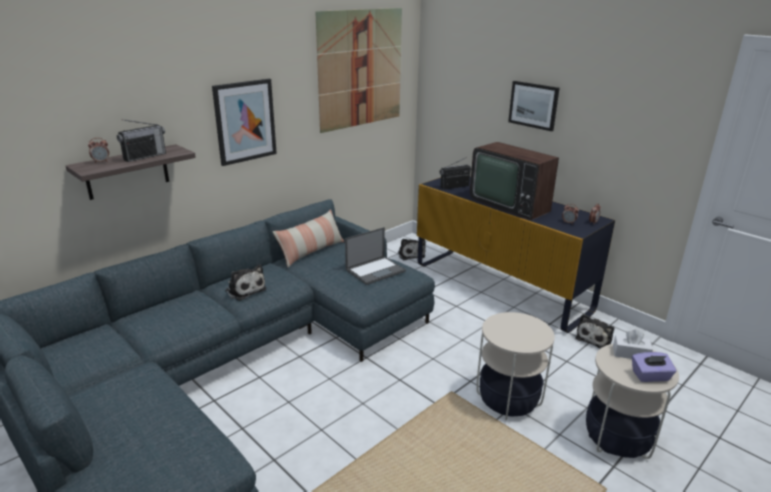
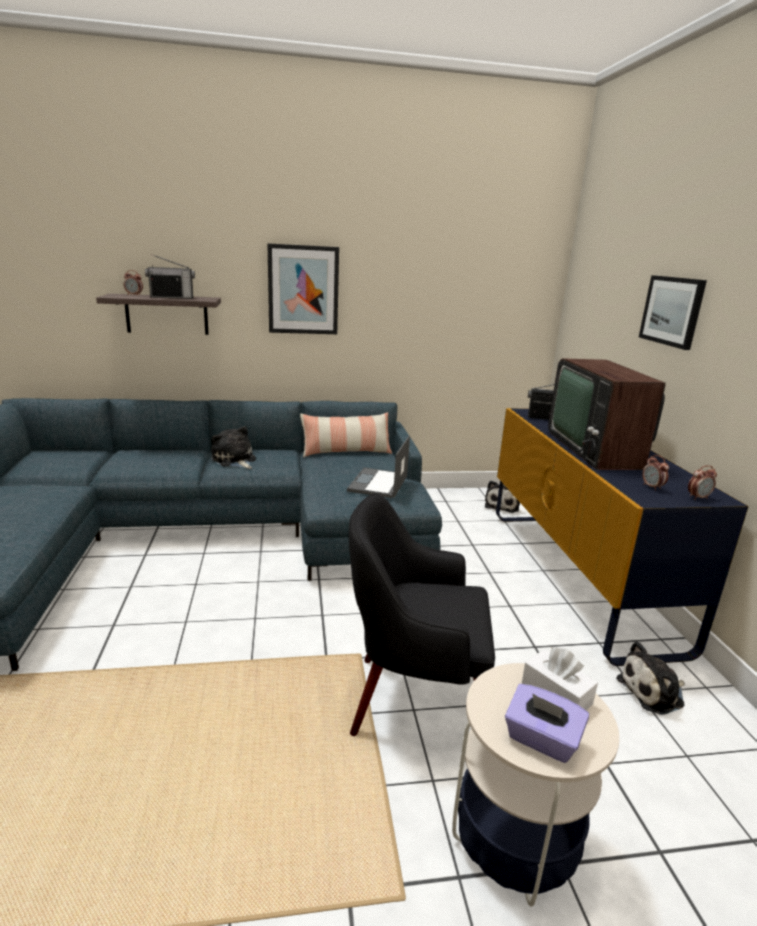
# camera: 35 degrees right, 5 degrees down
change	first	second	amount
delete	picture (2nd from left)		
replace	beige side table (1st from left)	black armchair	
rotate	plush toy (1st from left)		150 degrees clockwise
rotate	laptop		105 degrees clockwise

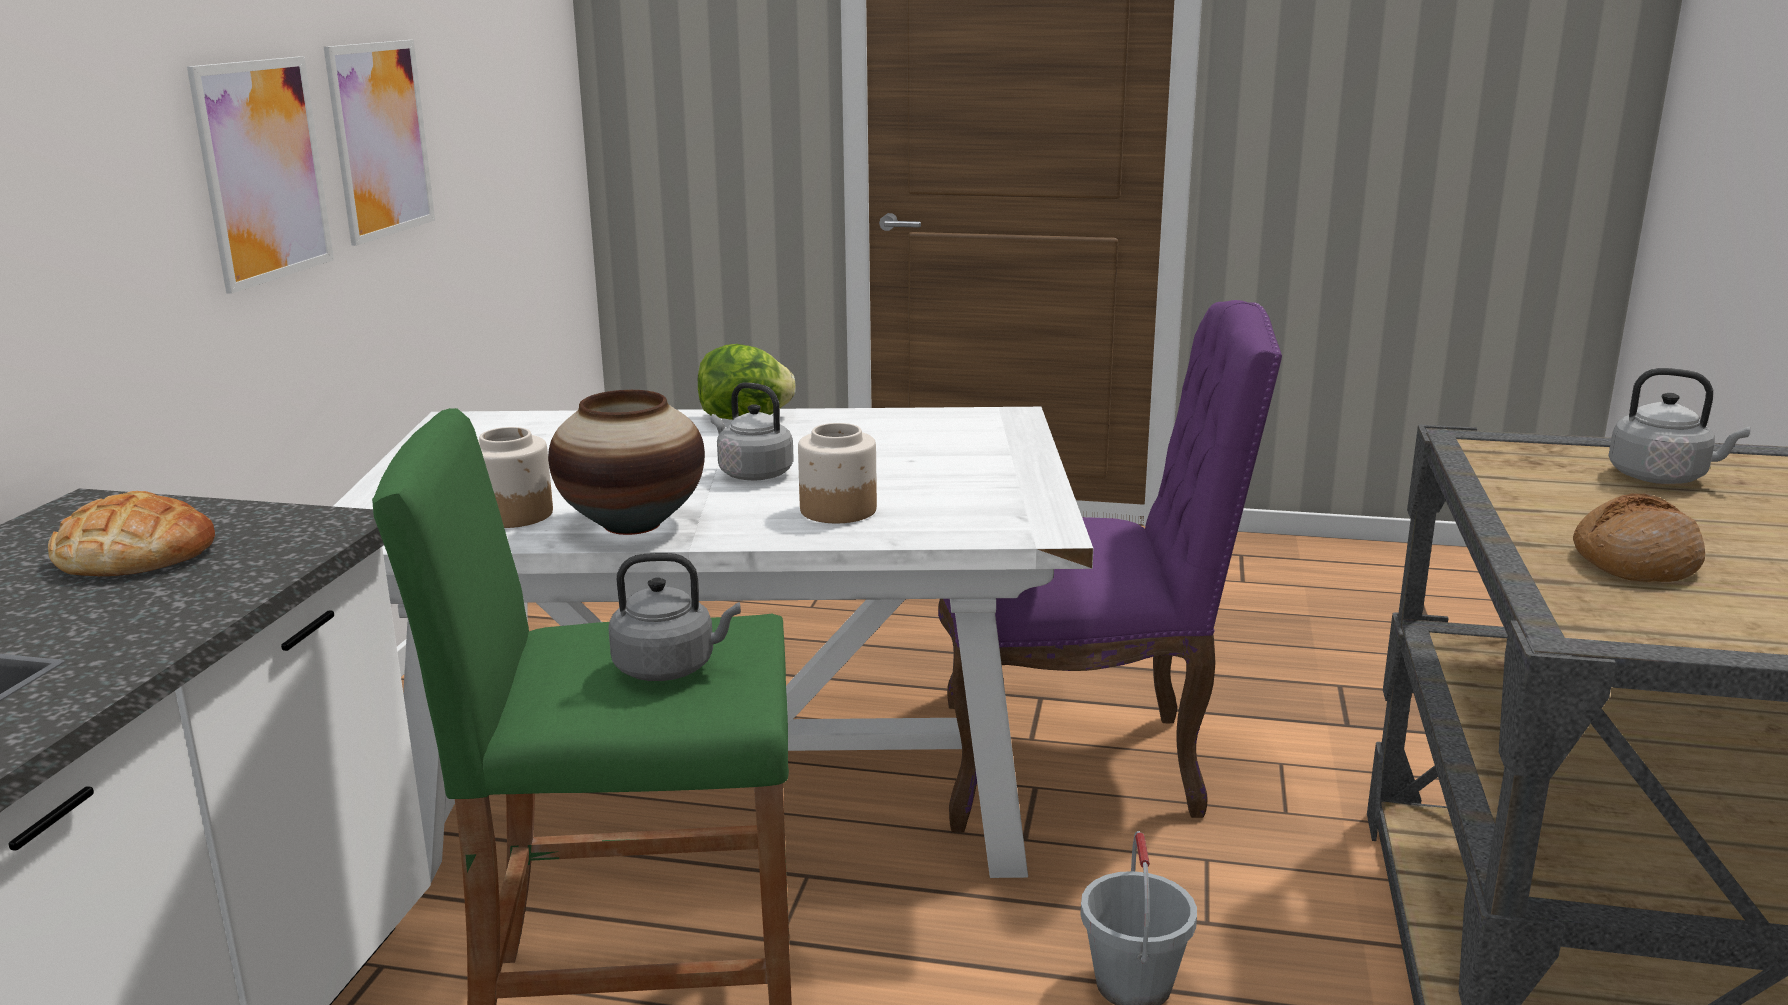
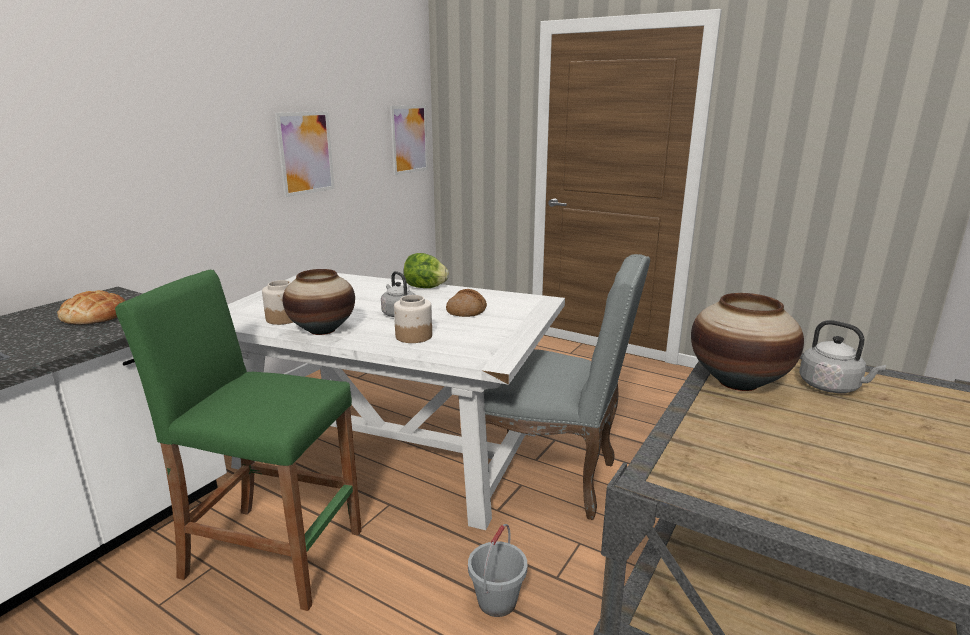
# camera: 20 degrees right, 0 degrees up
change	first	second	amount
delete	grey kettle (1st from left)		
insert		vase (2nd from left)	
move	picture (1st from left in the first image)	picture (2nd from left)	
move	bread (2nd from left)		
recolor	purple chair	grey chair	

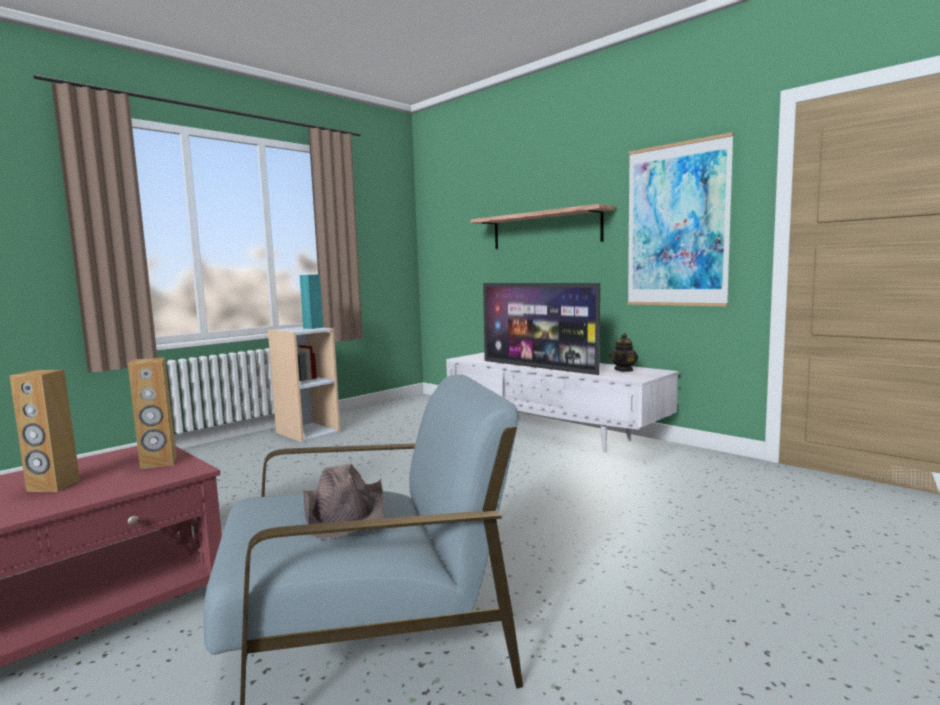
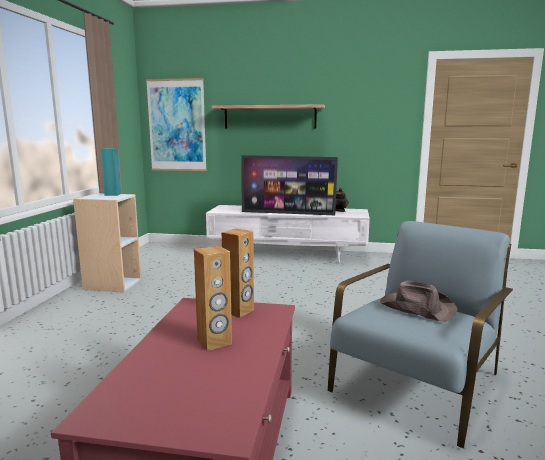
# camera: 35 degrees left, 5 degrees up
change	first	second	amount
move	picture		

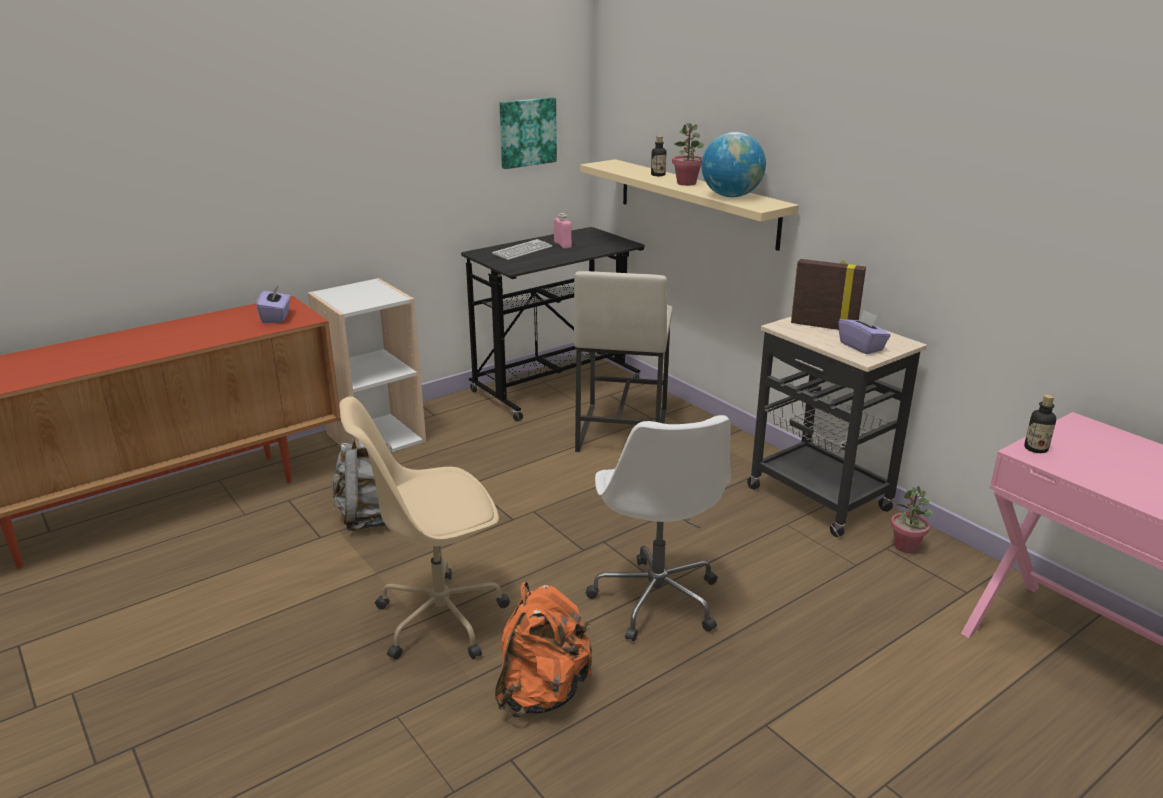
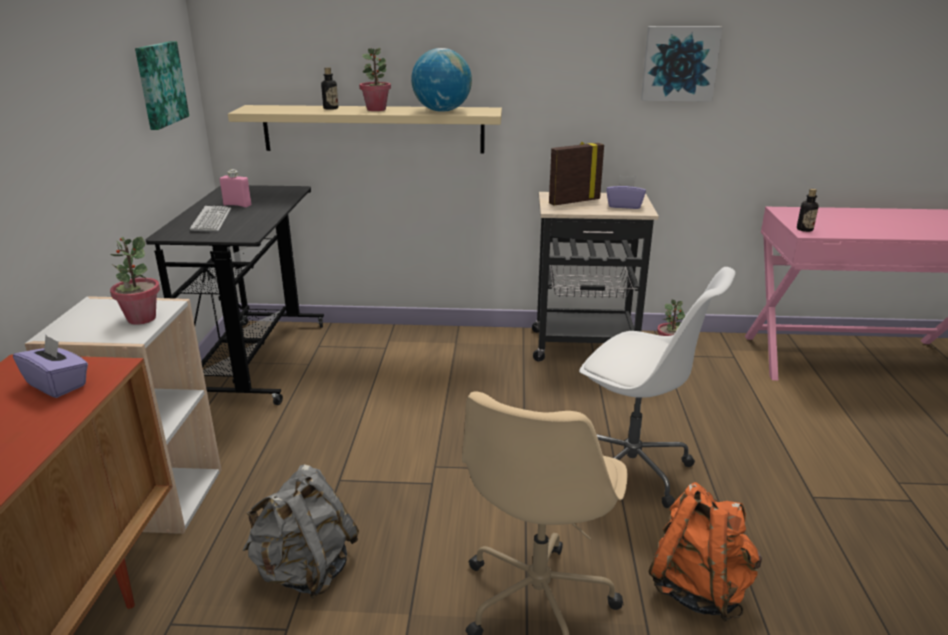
# camera: 50 degrees left, 0 degrees up
change	first	second	amount
delete	beige stool		
insert		potted plant (1st from left)	
insert		picture (2nd from left)	

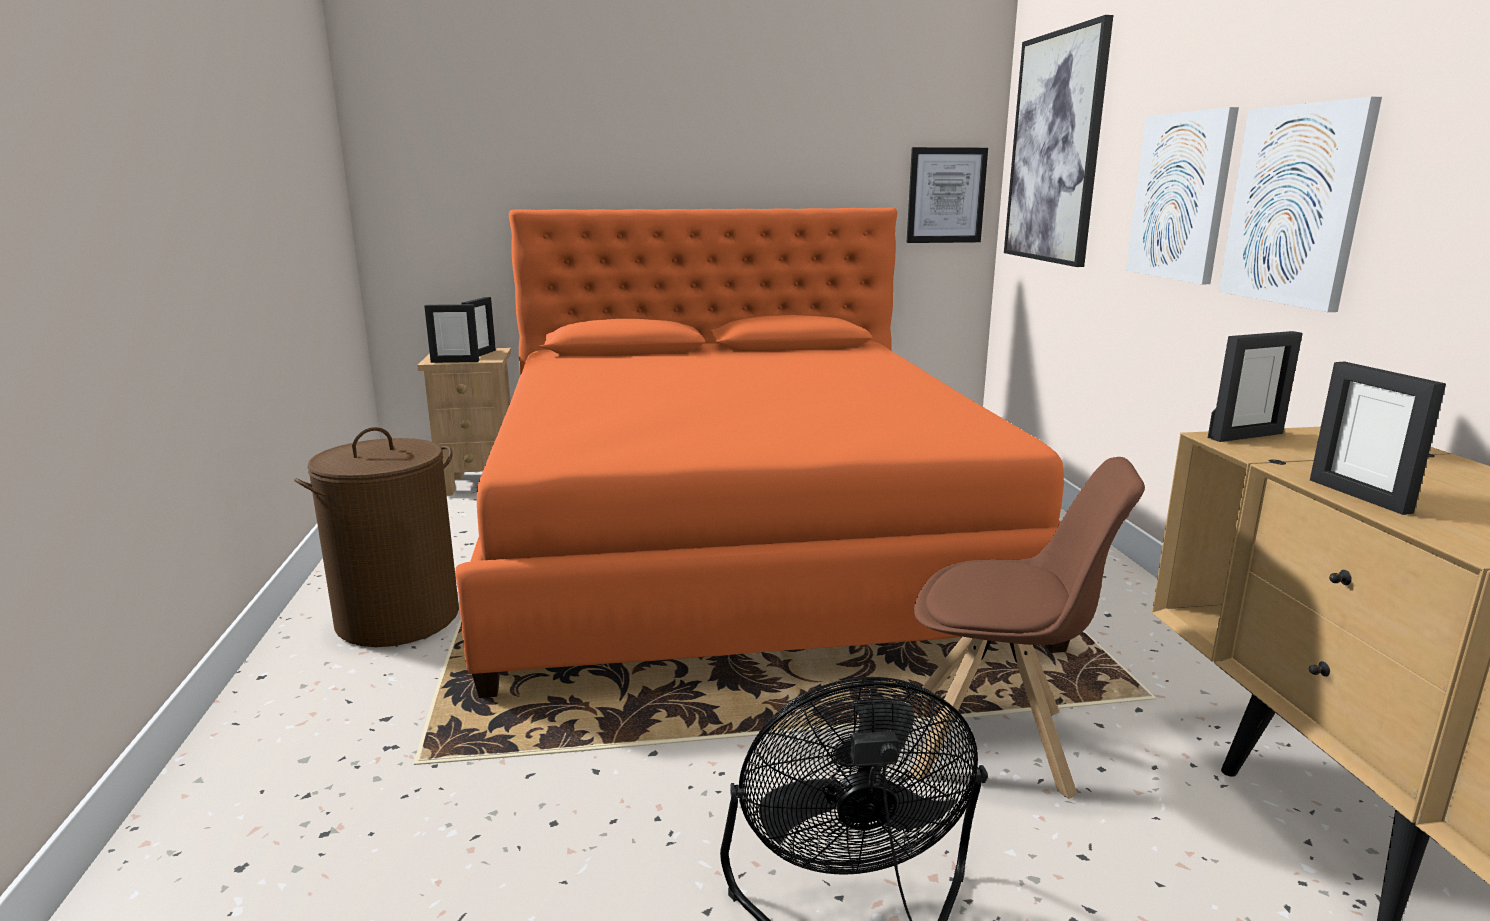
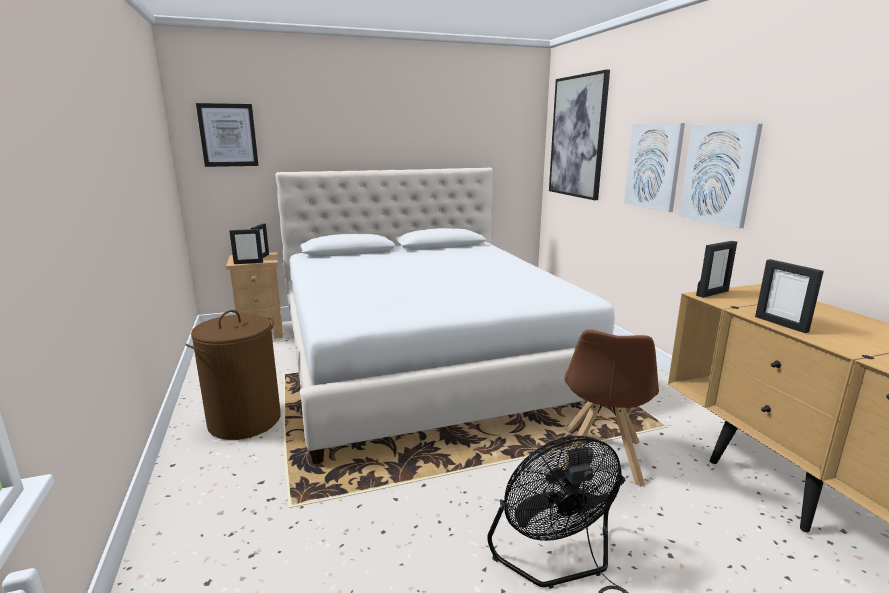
# camera: 10 degrees left, 0 degrees up
change	first	second	amount
move	picture (1st from left)		
recolor	orange bed	white bed	
rotate	brown chair		105 degrees clockwise

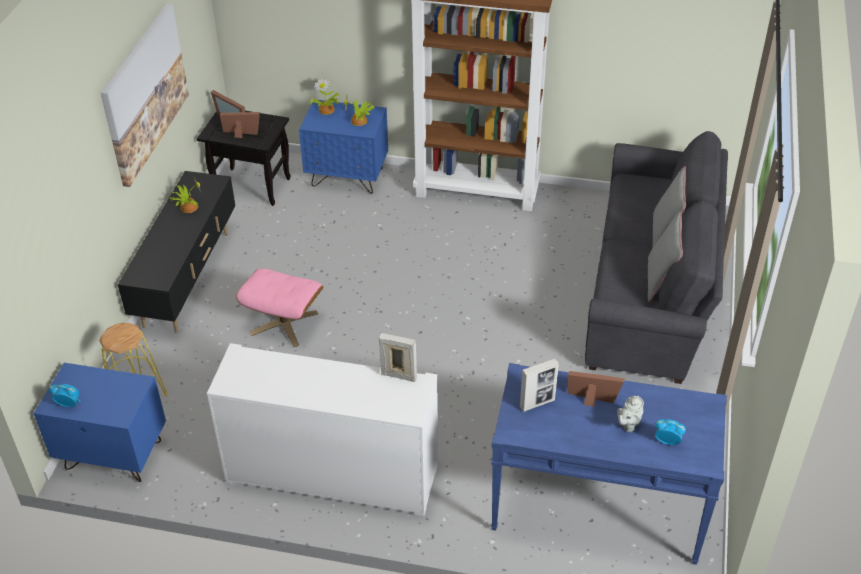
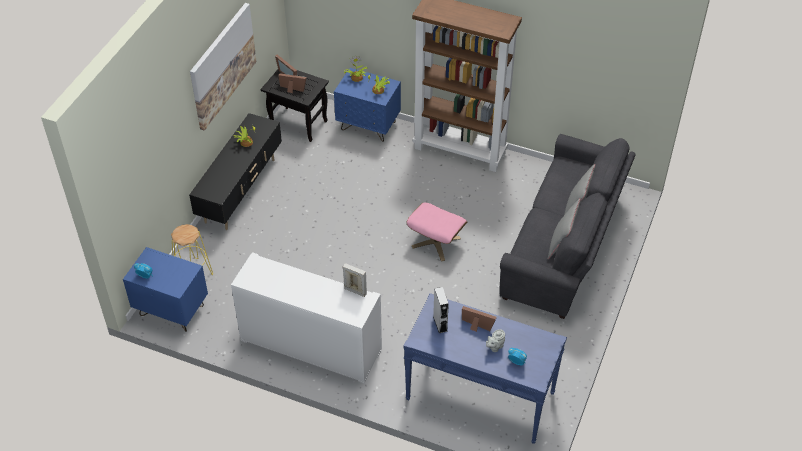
# camera: 10 degrees right, 5 degrees up
change	first	second	amount
move	pink ottoman		
replace	picture frame (4th from left)	grey speaker	

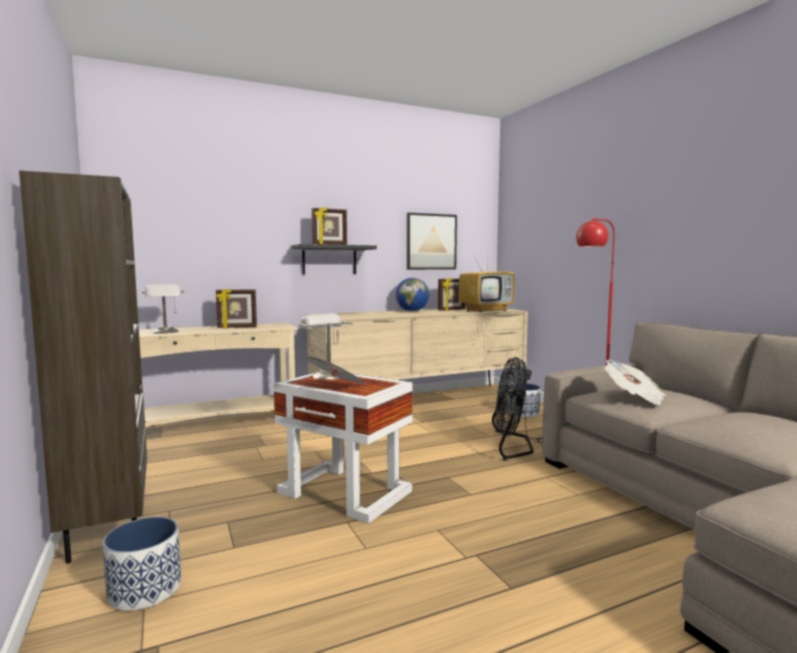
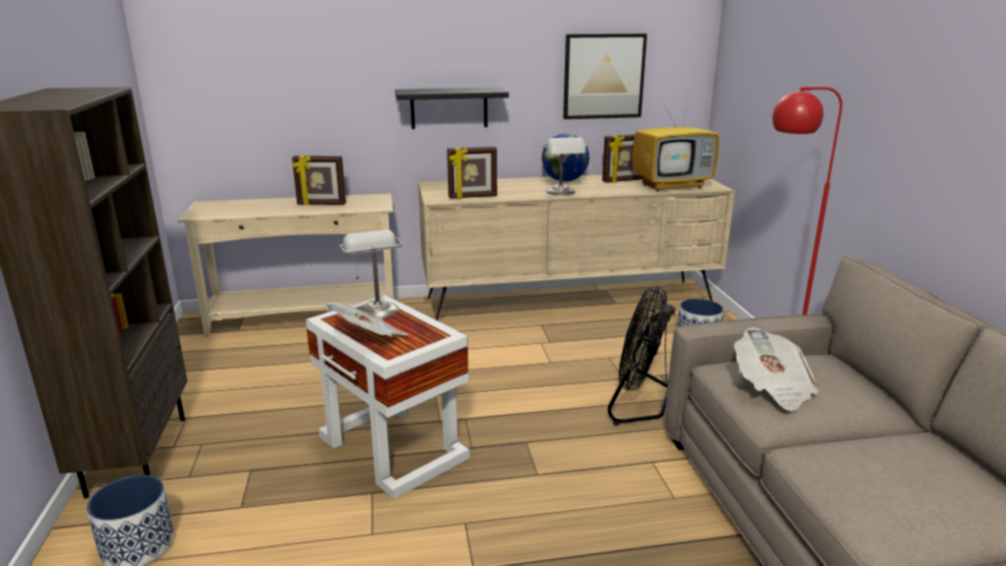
# camera: 15 degrees right, 15 degrees up
change	first	second	amount
move	white table lamp (1st from left in the first image)	white table lamp (2nd from left)	
move	picture frame (2nd from left)		

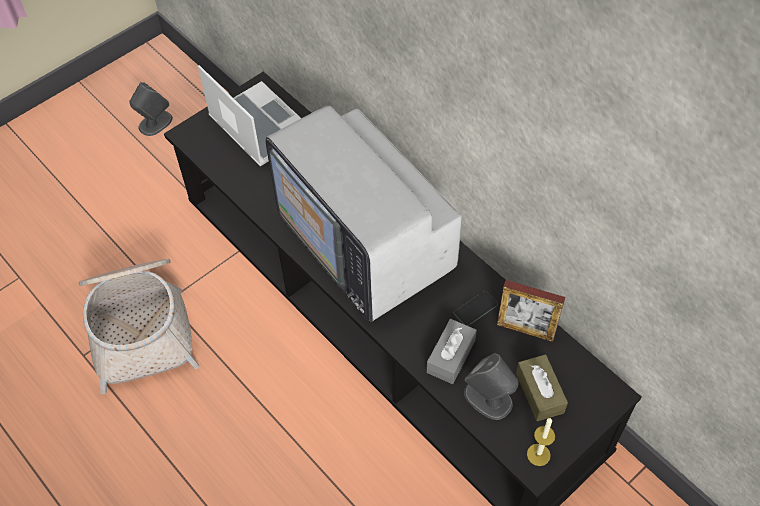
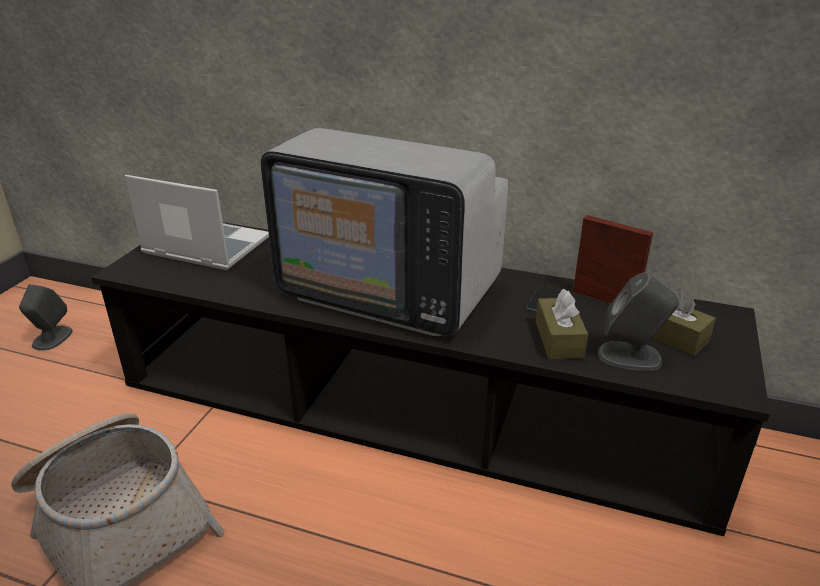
# camera: 30 degrees left, 25 degrees down
change	first	second	amount
delete	candle		
recolor	grey tissue box	brown tissue box (1st from left)	
rotate	picture frame		135 degrees counterclockwise

